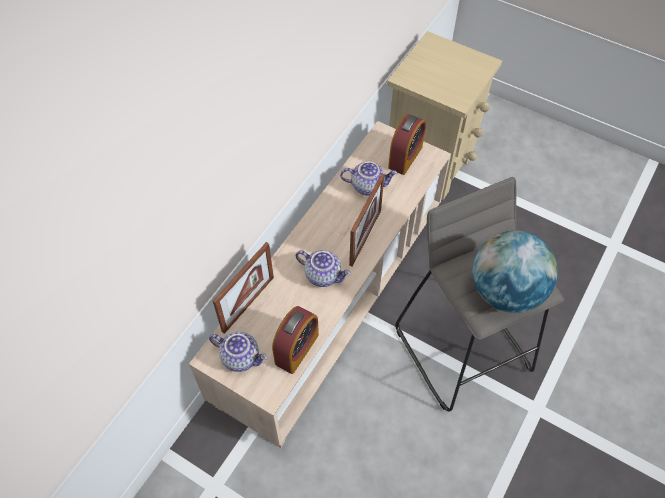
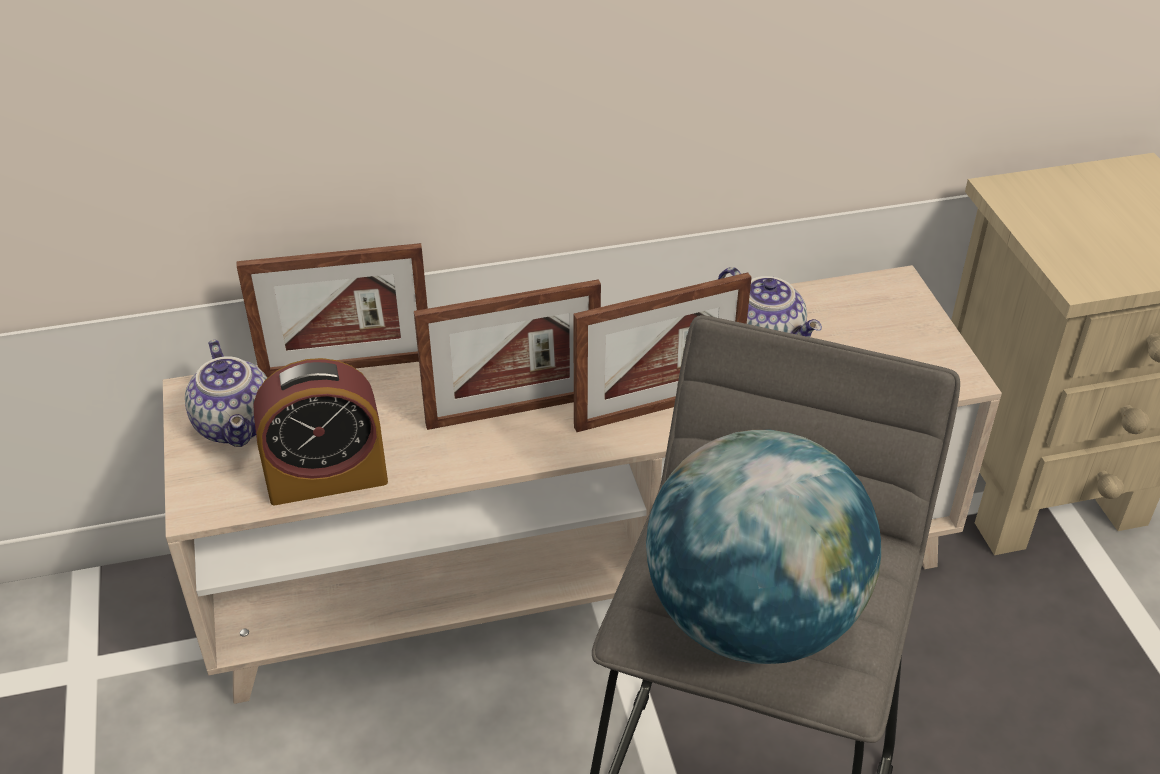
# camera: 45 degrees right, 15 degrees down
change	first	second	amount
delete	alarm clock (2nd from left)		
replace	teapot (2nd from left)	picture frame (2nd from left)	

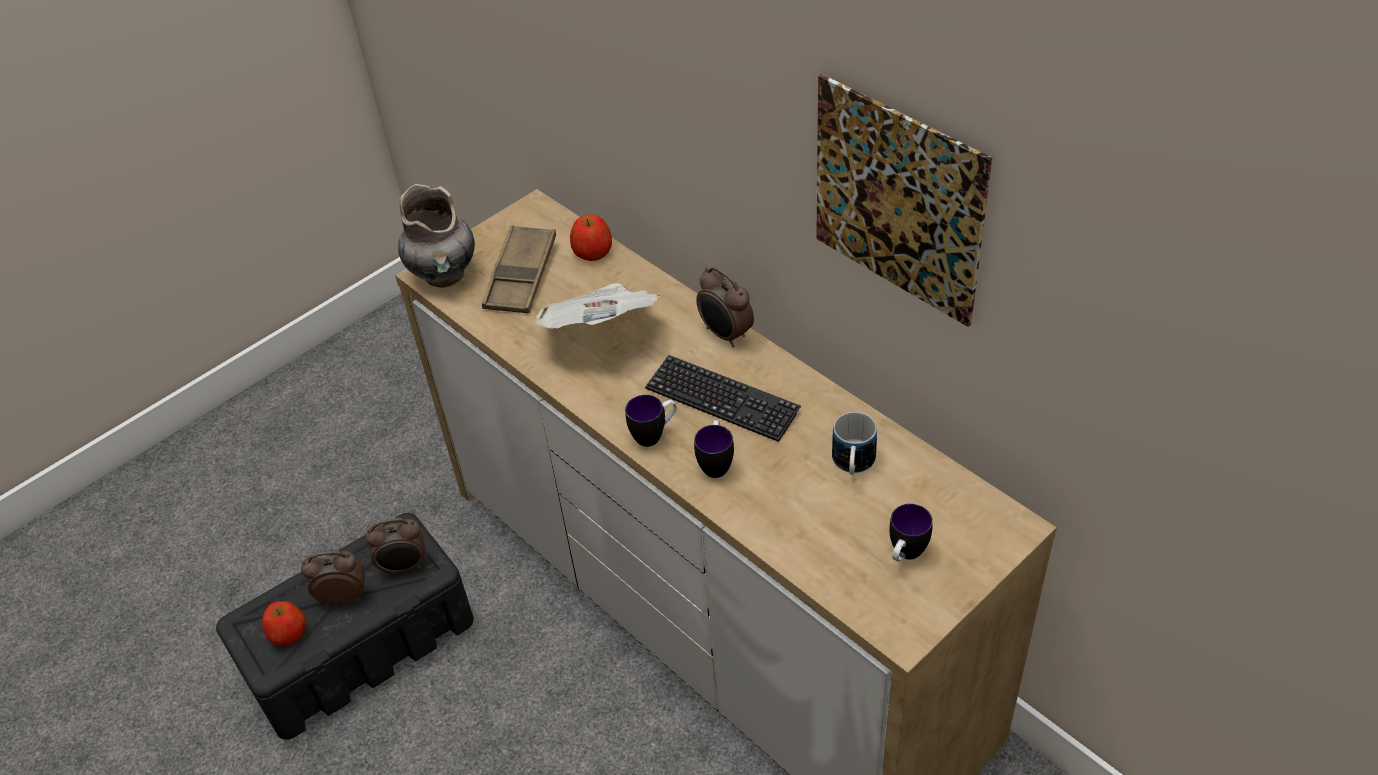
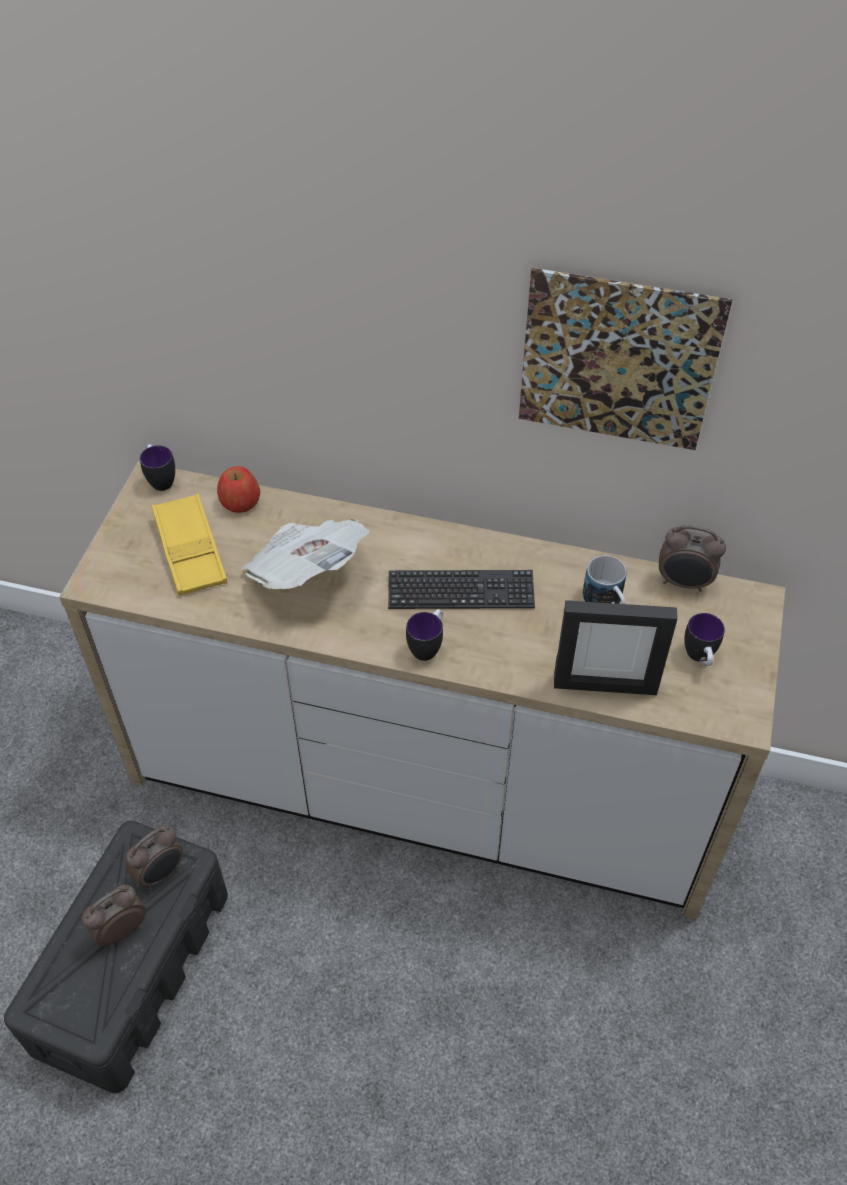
# camera: 35 degrees left, 5 degrees up
change	first	second	amount
delete	apple (1st from left)		
delete	grey vase		
insert		picture frame	
move	mug (2nd from left in the first image)	mug (1st from left)	
move	alarm clock (3rd from left)		
recolor	brown tray	yellow tray	

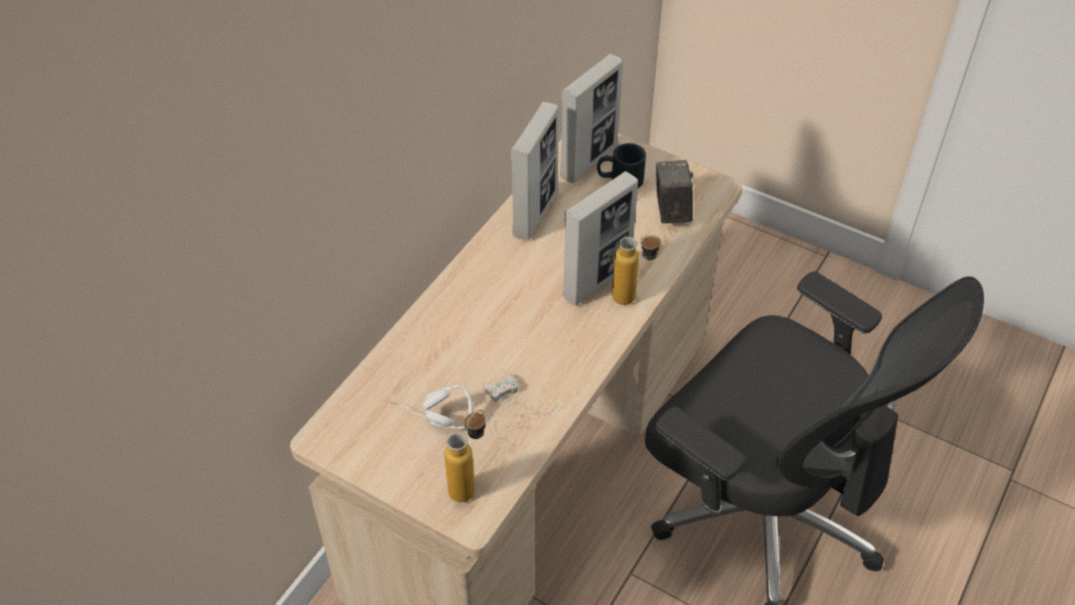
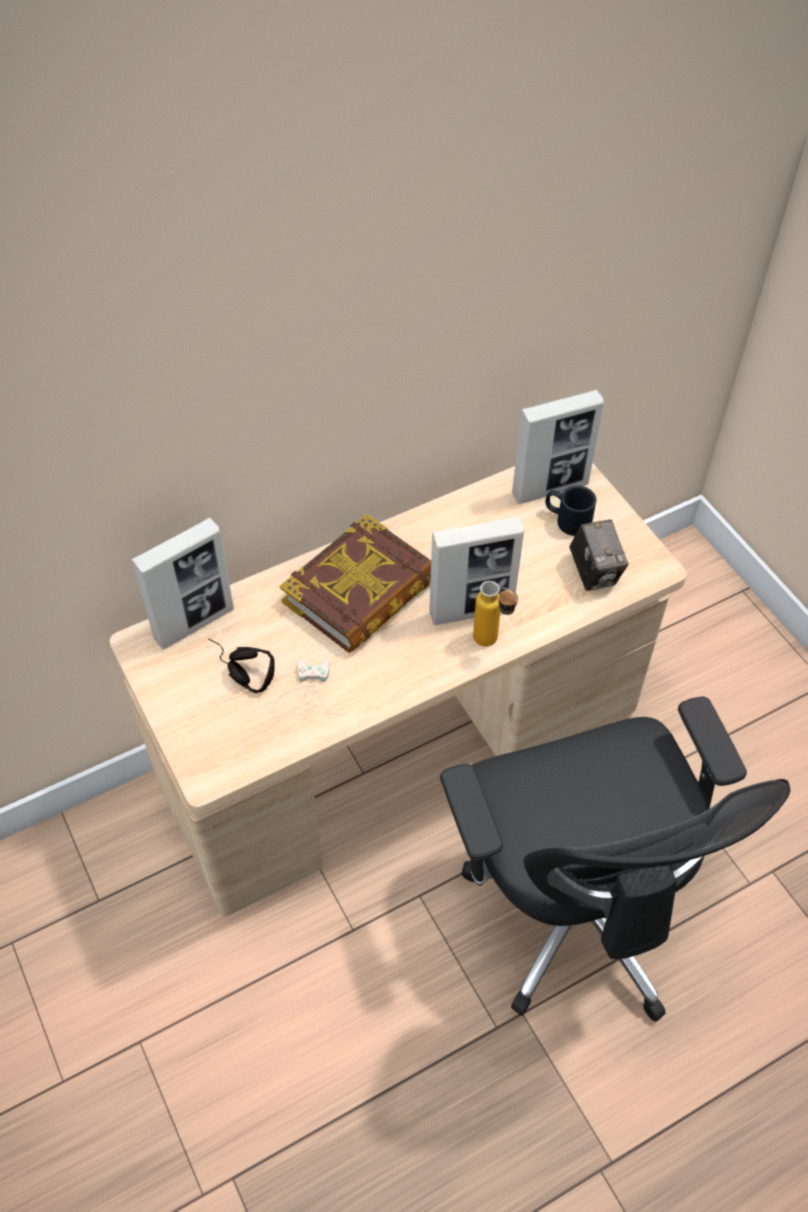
# camera: 30 degrees right, 5 degrees up
change	first	second	amount
delete	bottle (1st from left)		
insert		book	
move	picture frame (1st from left)		
recolor	white headphones	black headphones	
rotate	photo camera		135 degrees clockwise

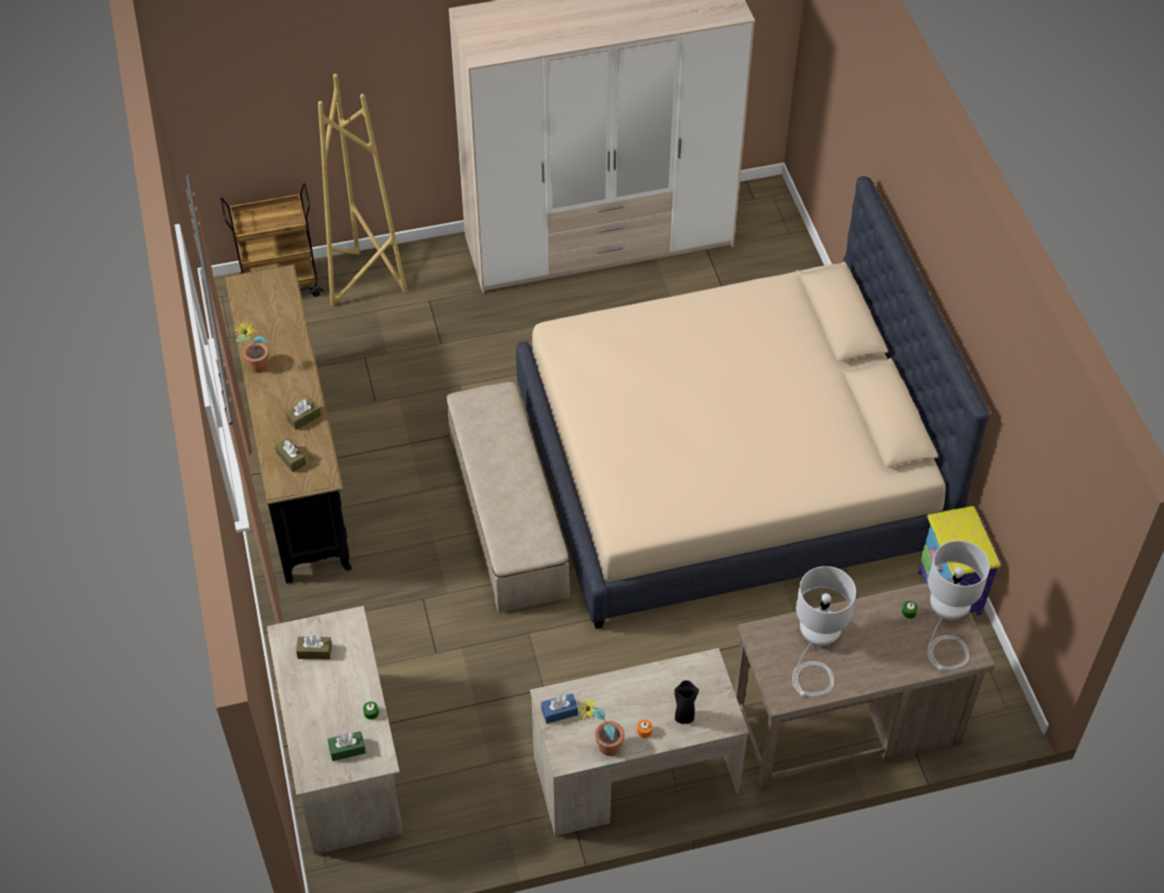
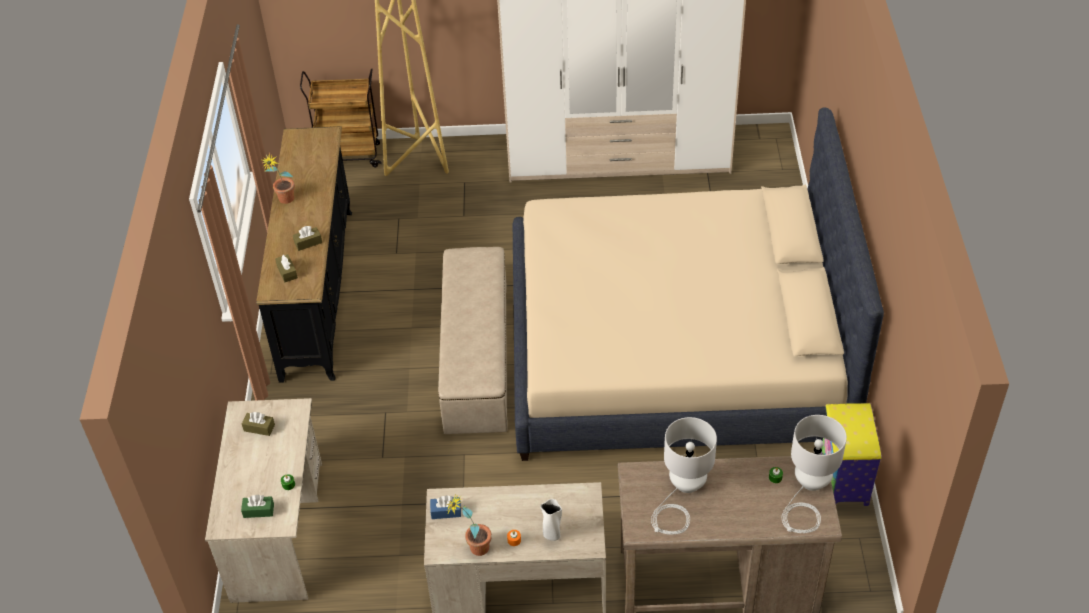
# camera: 15 degrees right, 5 degrees down
change	first	second	amount
recolor	black vase	white vase	

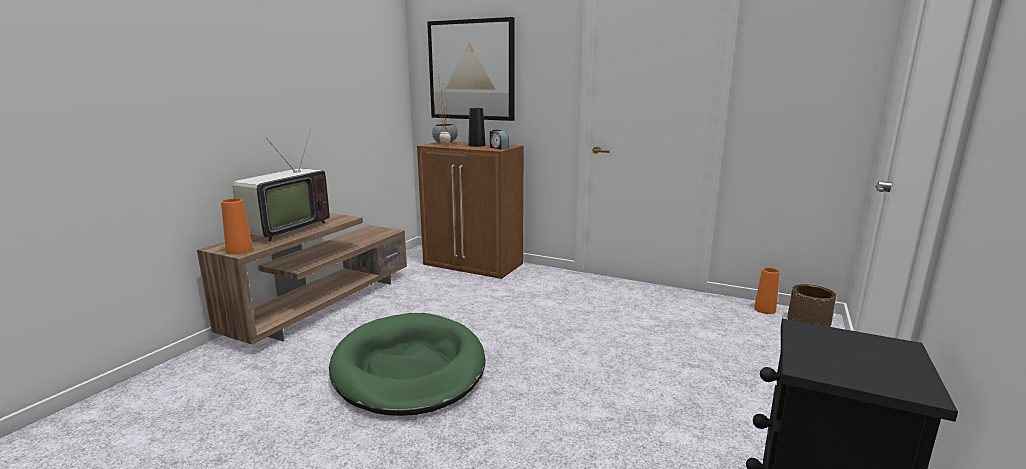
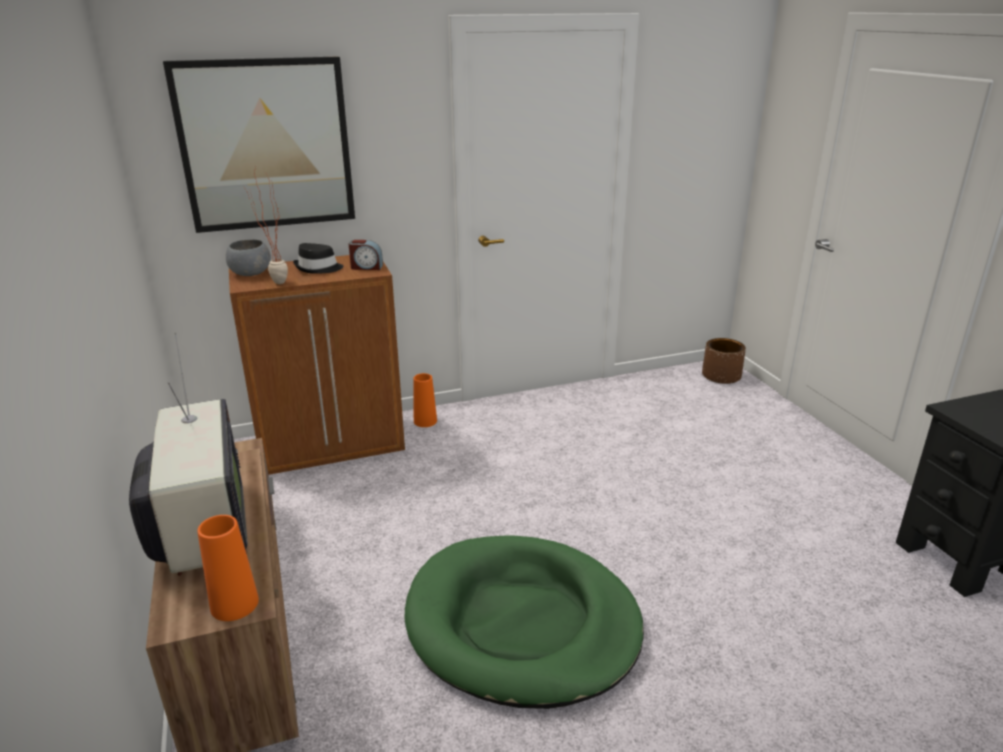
# camera: 45 degrees left, 10 degrees up
change	first	second	amount
move	orange vase (2nd from left)		
replace	black vase	black hat	

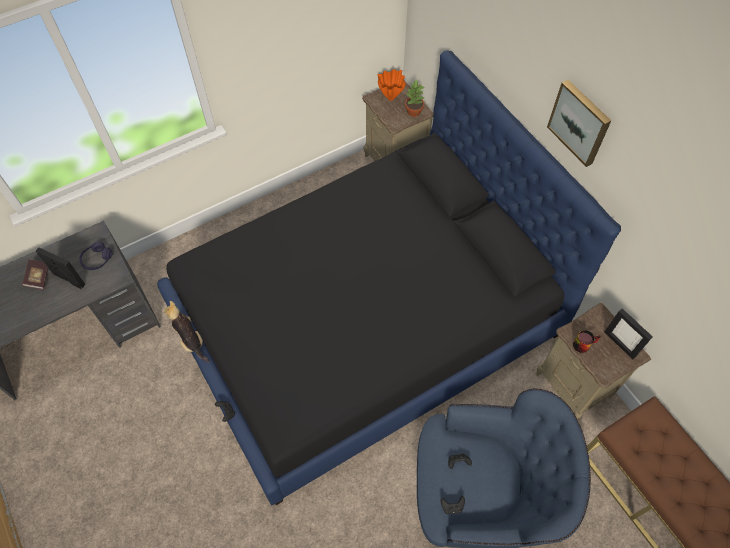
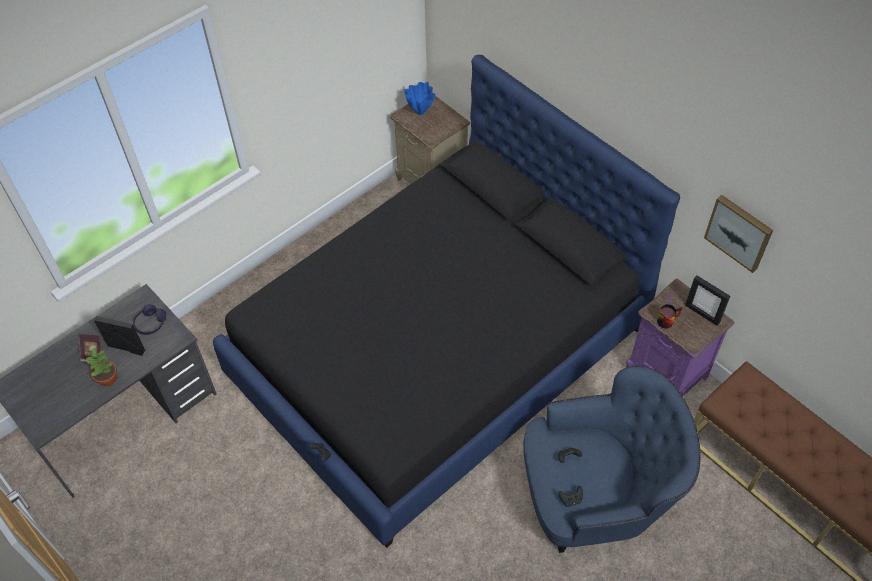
# camera: 10 degrees left, 5 degrees down
change	first	second	amount
delete	plush toy		
move	potted plant		
move	picture		
recolor	orange vase	blue vase	
recolor	beige nightstand (2nd from left)	purple nightstand	

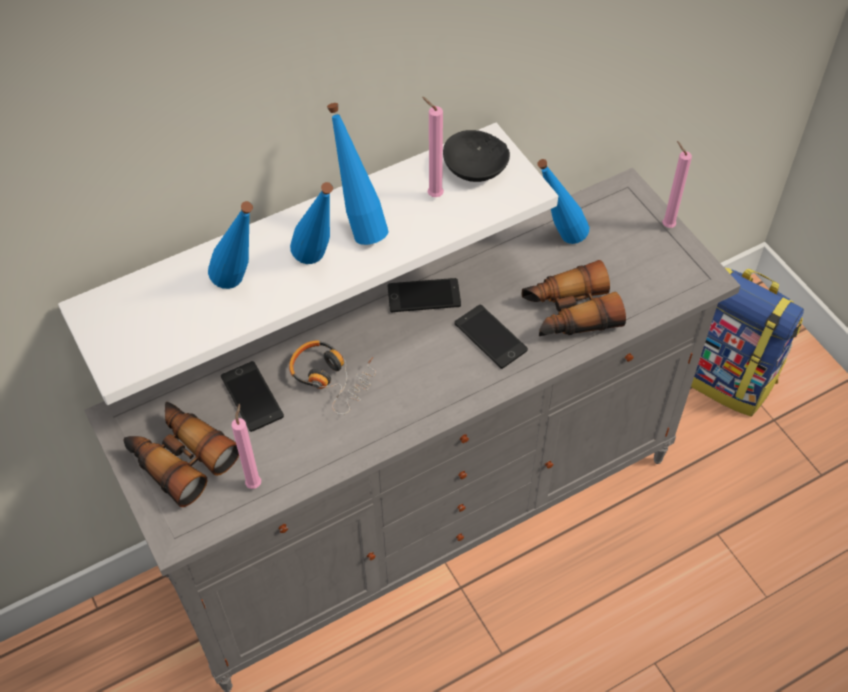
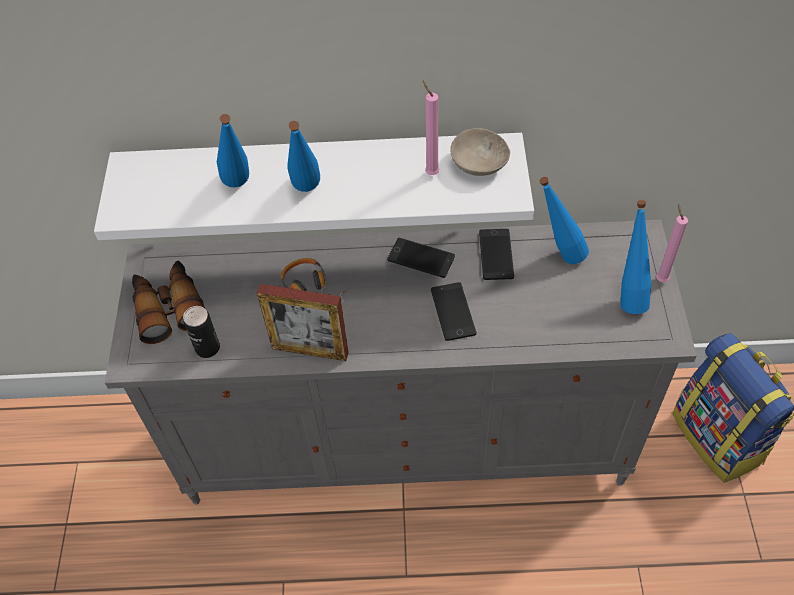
# camera: 30 degrees right, 0 degrees up
change	first	second	amount
delete	binoculars (2nd from left)		
insert		picture frame	
move	phone (1st from left in the first image)	phone (3rd from left)	
move	blue bottle (3rd from left in the first image)	blue bottle (4th from left)	
replace	pink candle (1st from left)	can	
recolor	black bowl	beige bowl	

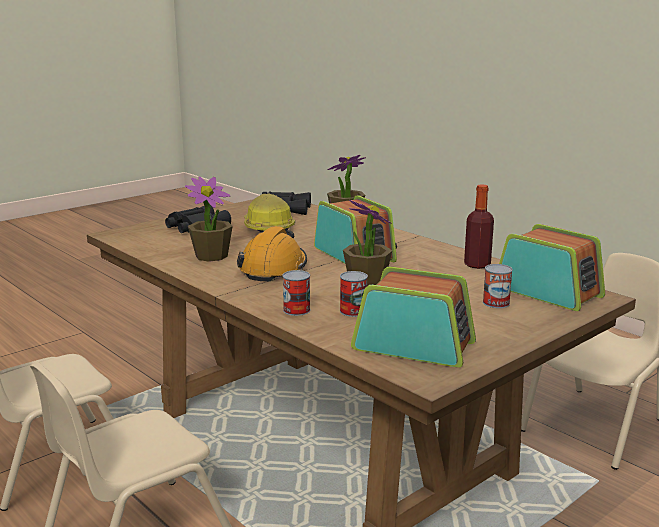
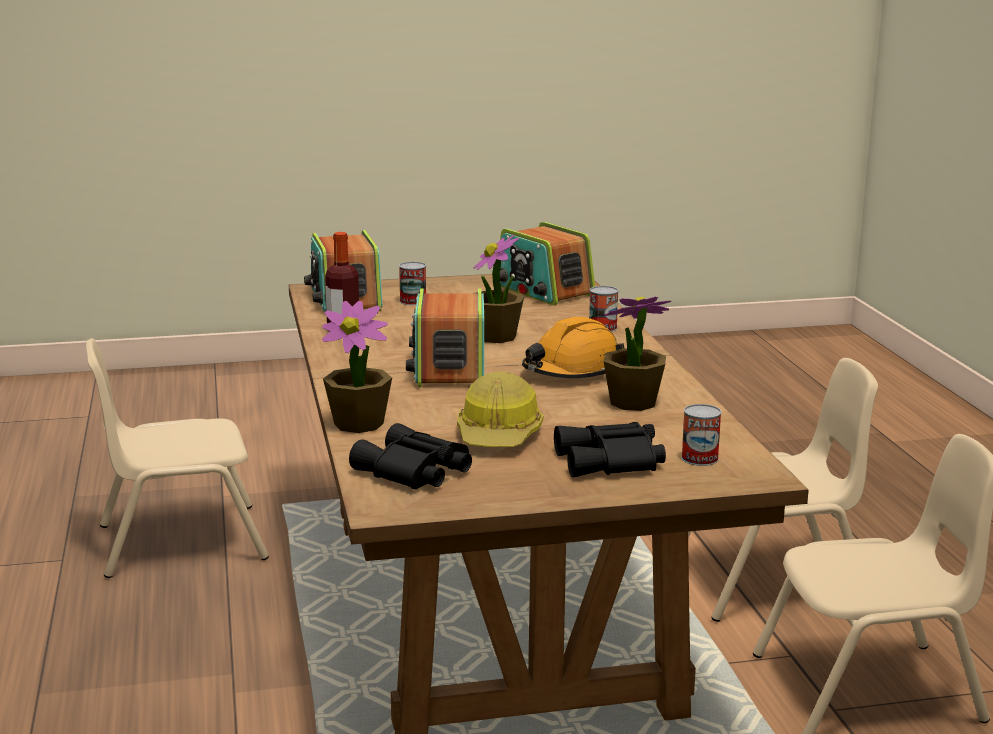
# camera: 150 degrees left, 0 degrees up
change	first	second	amount
move	can (2nd from left in the first image)	can (3rd from left)	

